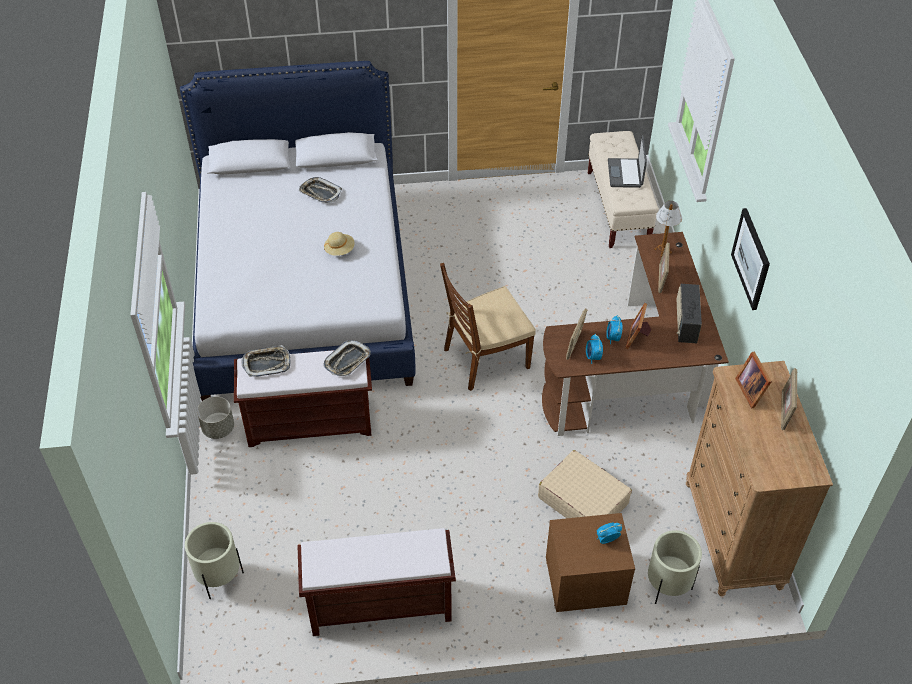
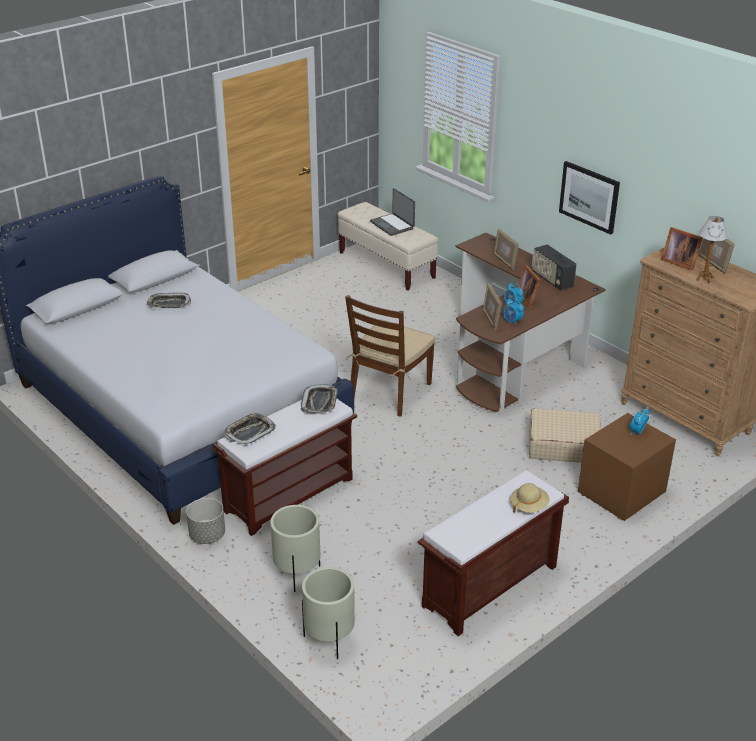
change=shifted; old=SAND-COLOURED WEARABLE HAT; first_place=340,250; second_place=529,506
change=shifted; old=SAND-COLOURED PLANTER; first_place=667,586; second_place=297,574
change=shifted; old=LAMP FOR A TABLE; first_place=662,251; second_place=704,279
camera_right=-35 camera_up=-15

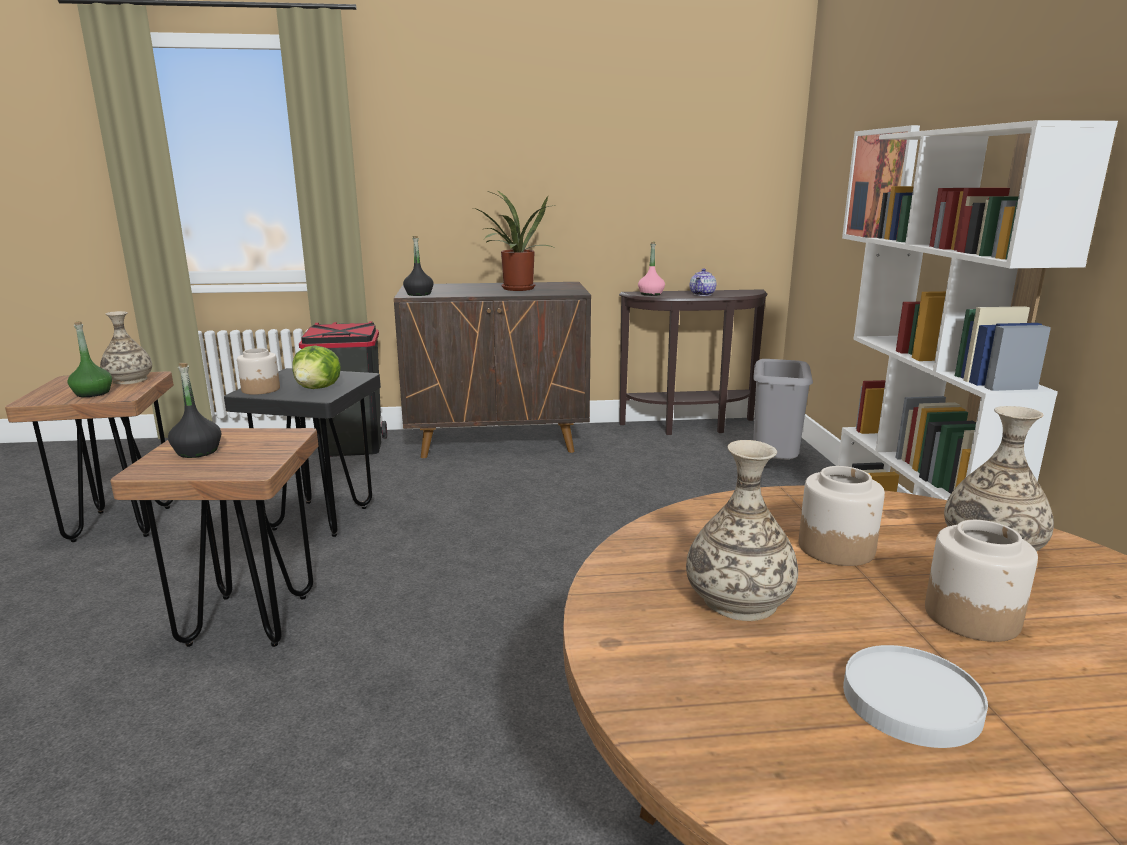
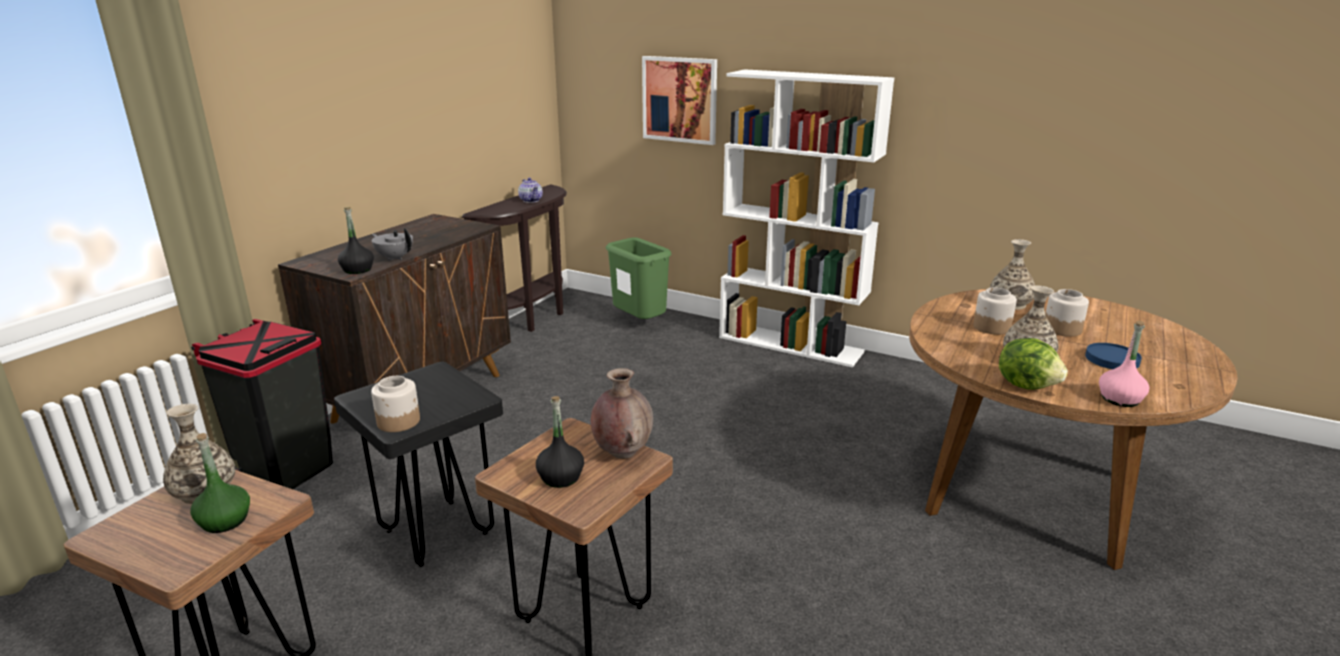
change=shifted; old=LETTUCE; first_place=318,388; second_place=1027,385
change=gone; old=POTTED PLANT; first_place=515,289
change=shifted; old=PINKISH BEVERAGE BOTTLE; first_place=651,294; second_place=1120,399
change=repainted; old=GREYISH TRASH CAN; new=GREEN TRASH CAN; first_place=774,467; second_place=640,324
change=repainted; old=WHITE-COLOURED DINNER PLATE; new=BLUISH DINNER PLATE; first_place=910,700; second_place=1111,359
change=new; new=GREYISH POT FOR TEA; second_place=395,258
change=new; new=BROWNISH FLOWER VASE; second_place=622,452
camera_right=-55 camera_up=5

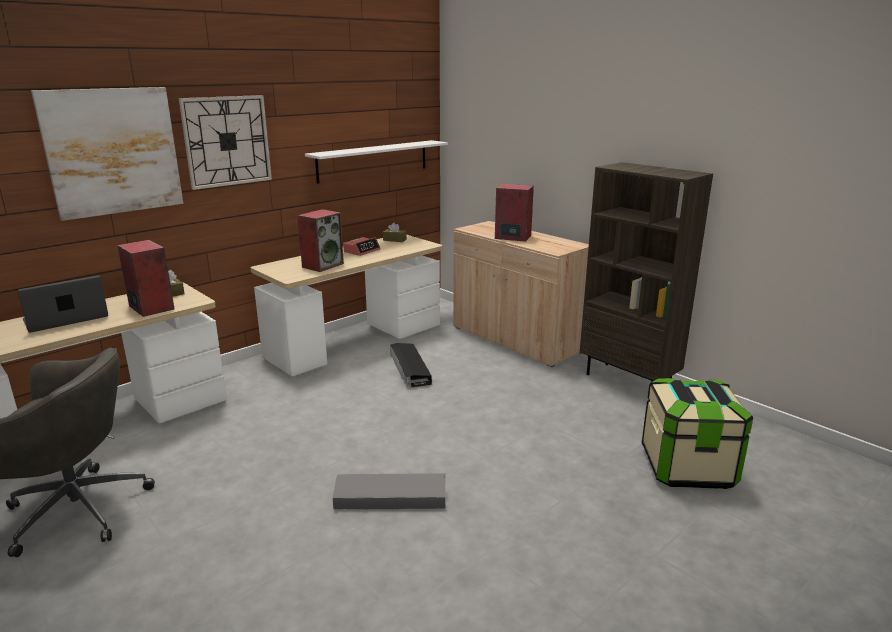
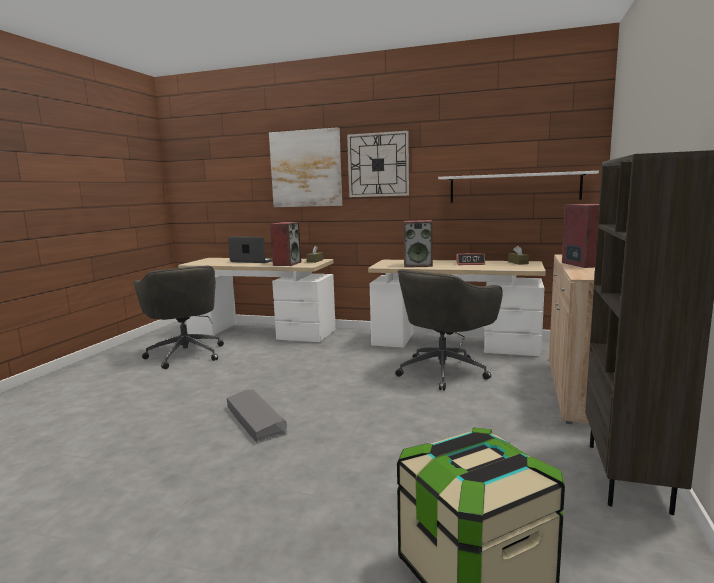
change=swapped; old=BLACK STORAGE CONTAINER; new=GREYISH OFFICE CHAIR; first_place=410,369; second_place=444,371
camera_right=60 camera_up=-10

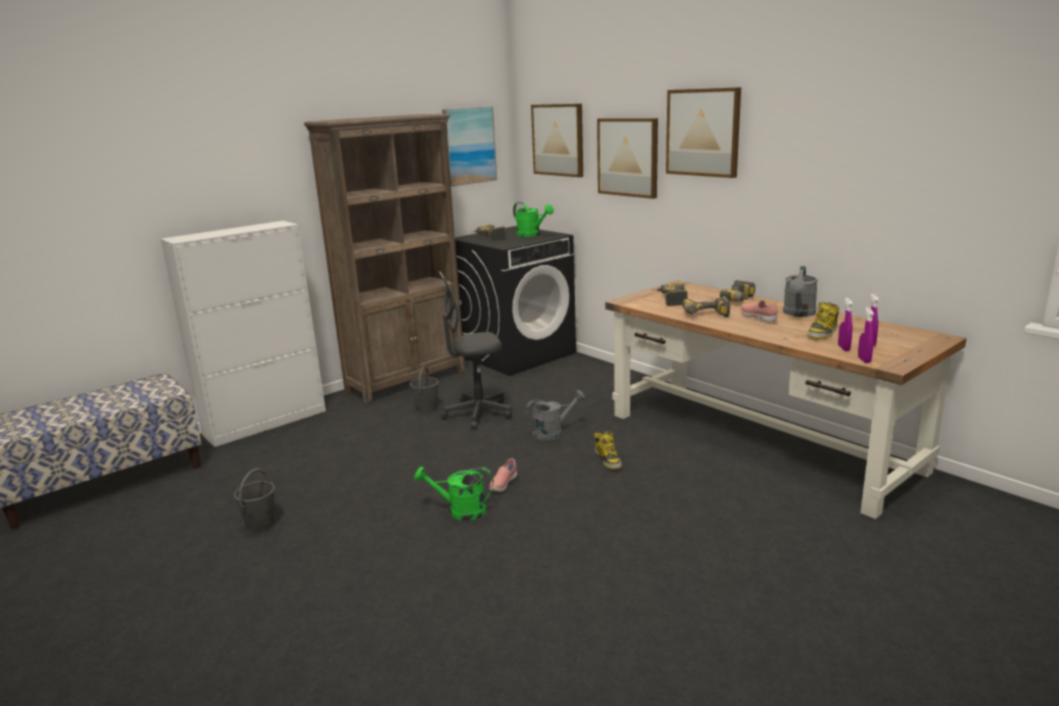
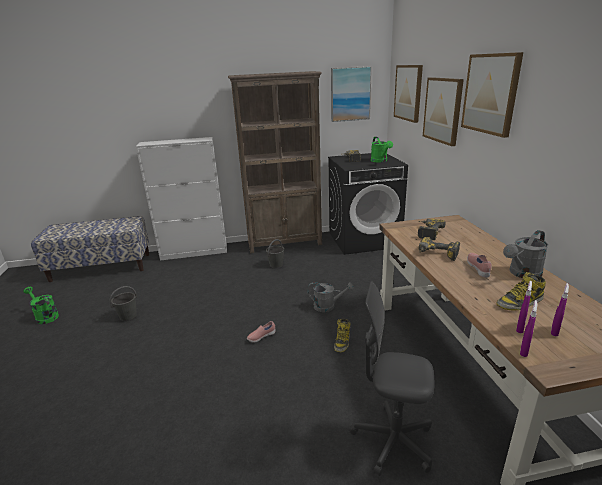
change=shifted; old=GREEN WATERING POT; first_place=460,511; second_place=45,316
change=shifted; old=GREYISH OFFICE CHAIR; first_place=478,414; second_place=392,441
change=gone; old=POWER DRILL; first_place=742,300
camera_right=30 camera_up=5

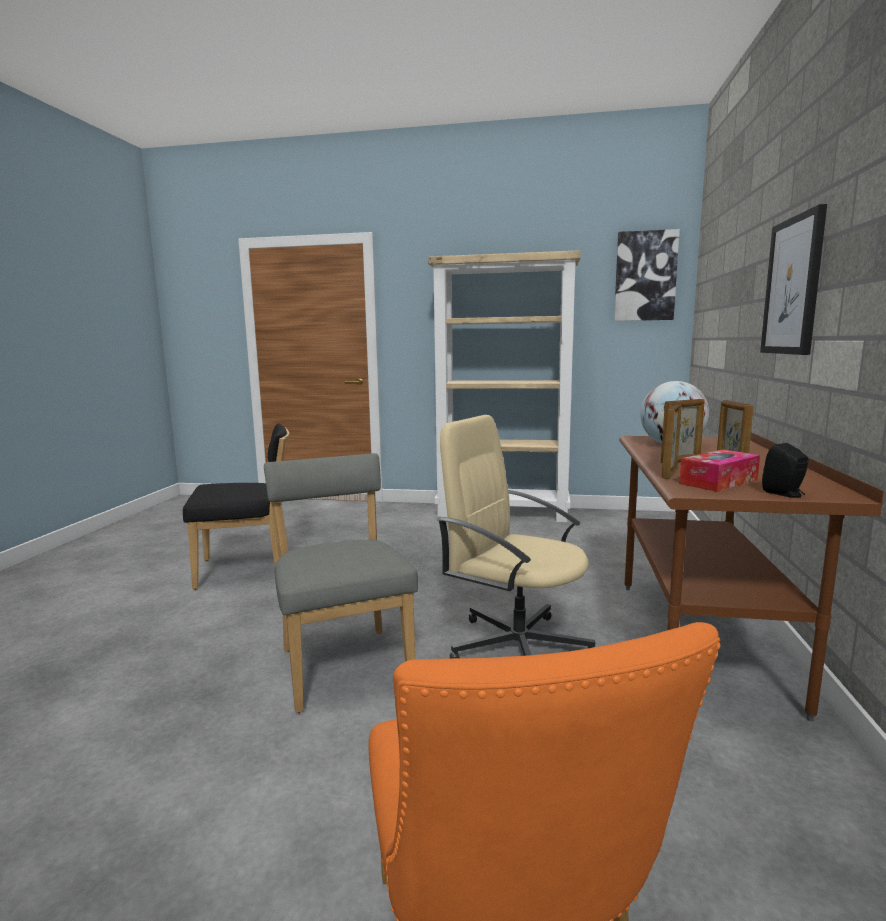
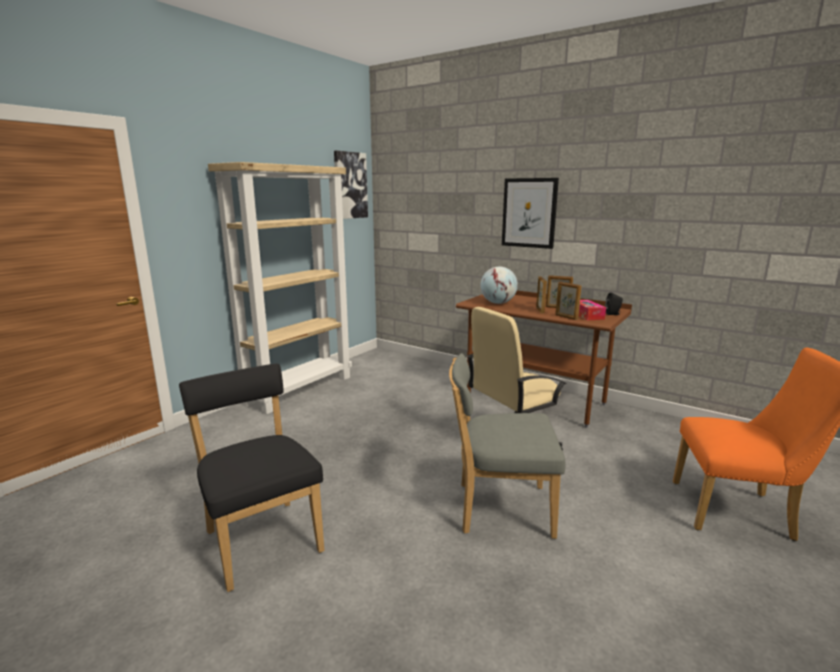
change=rotated; old=BLACK PLAIN CHAIR; first_place=247,569; second_place=261,538; degrees=-45
camera_right=-65 camera_up=5

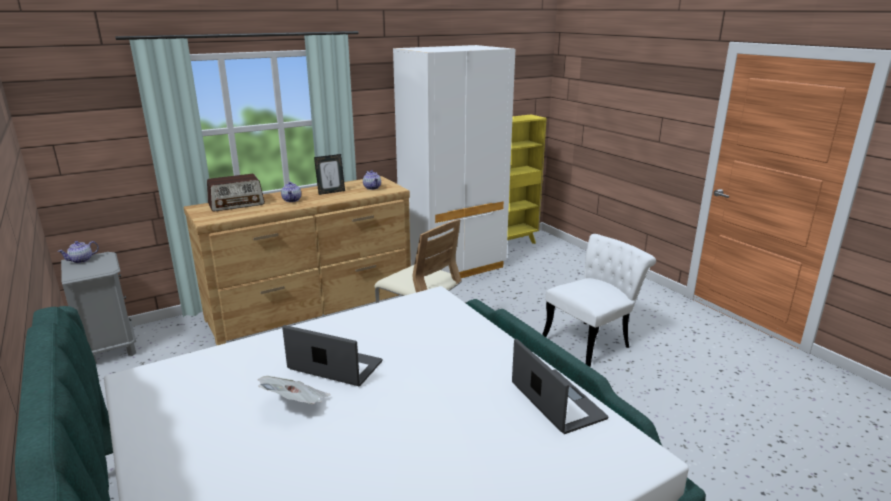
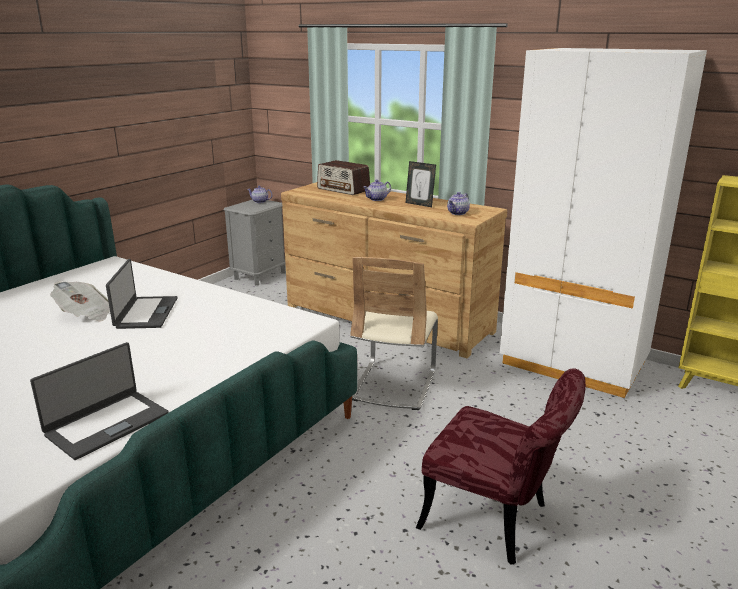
change=repainted; old=WHITE-COLOURED PLAIN CHAIR; new=RED-COLOURED PLAIN CHAIR; first_place=592,340; second_place=496,520
camera_right=65 camera_up=0

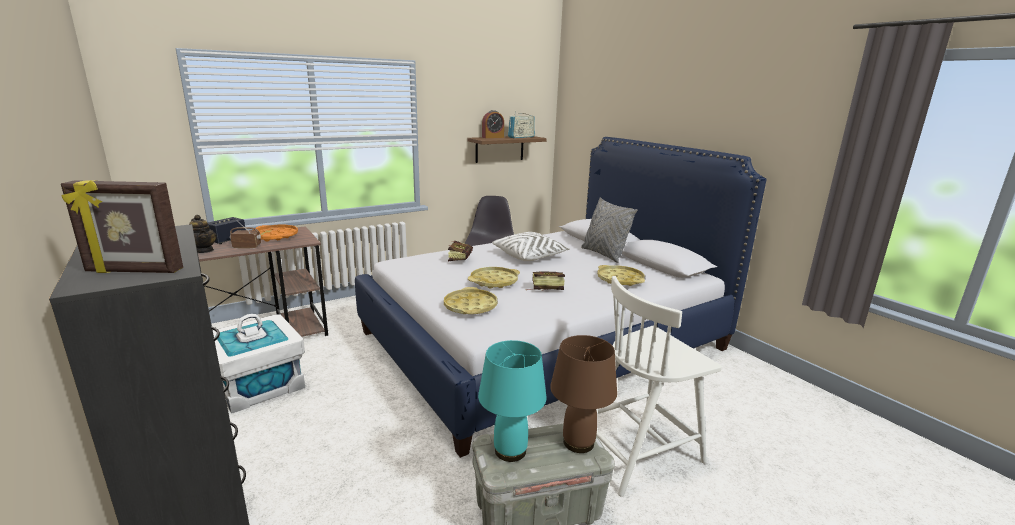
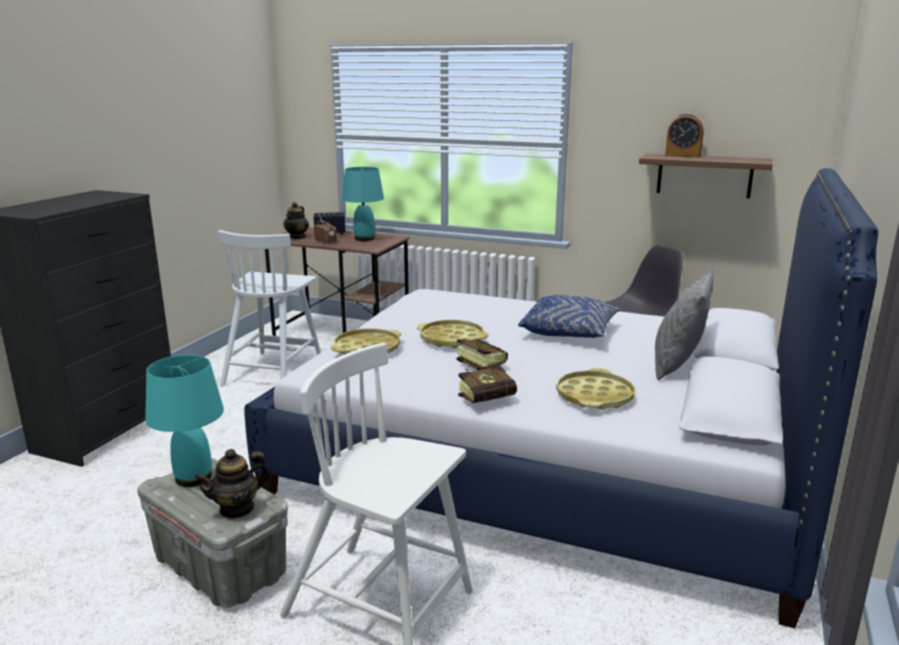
change=gone; old=STANDING FRAME; first_place=134,271
change=swapped; old=WHITE-COLOURED STORAGE CONTAINER; new=WHITE-COLOURED PLAIN CHAIR; first_place=259,385; second_place=274,371
change=swapped; old=ORANGEY TRAY; new=TURQUOISE-COLOURED LAMP FOR A TABLE; first_place=275,236; second_place=364,239
change=shifted; old=VOLUME; first_place=461,259; second_place=492,400
change=repainted; old=WHITE-COLOURED CUSHION; new=BLUISH CUSHION; first_place=530,256; second_place=569,332
change=gone; old=RADIO RECEIVER; first_place=521,137
change=swapped; old=BROWNISH LAMP FOR A TABLE; new=POT FOR TEA; first_place=579,442; second_place=237,508
camera_right=55 camera_up=0

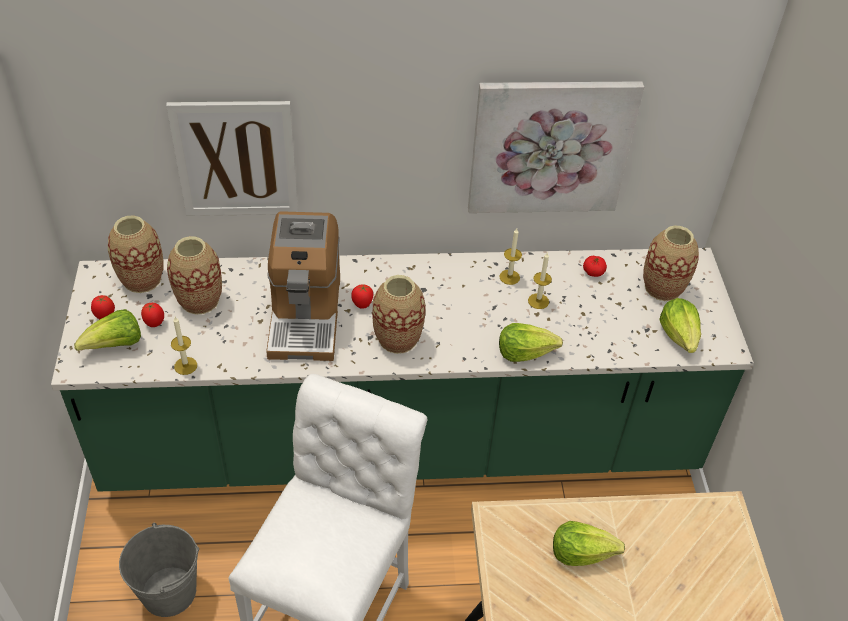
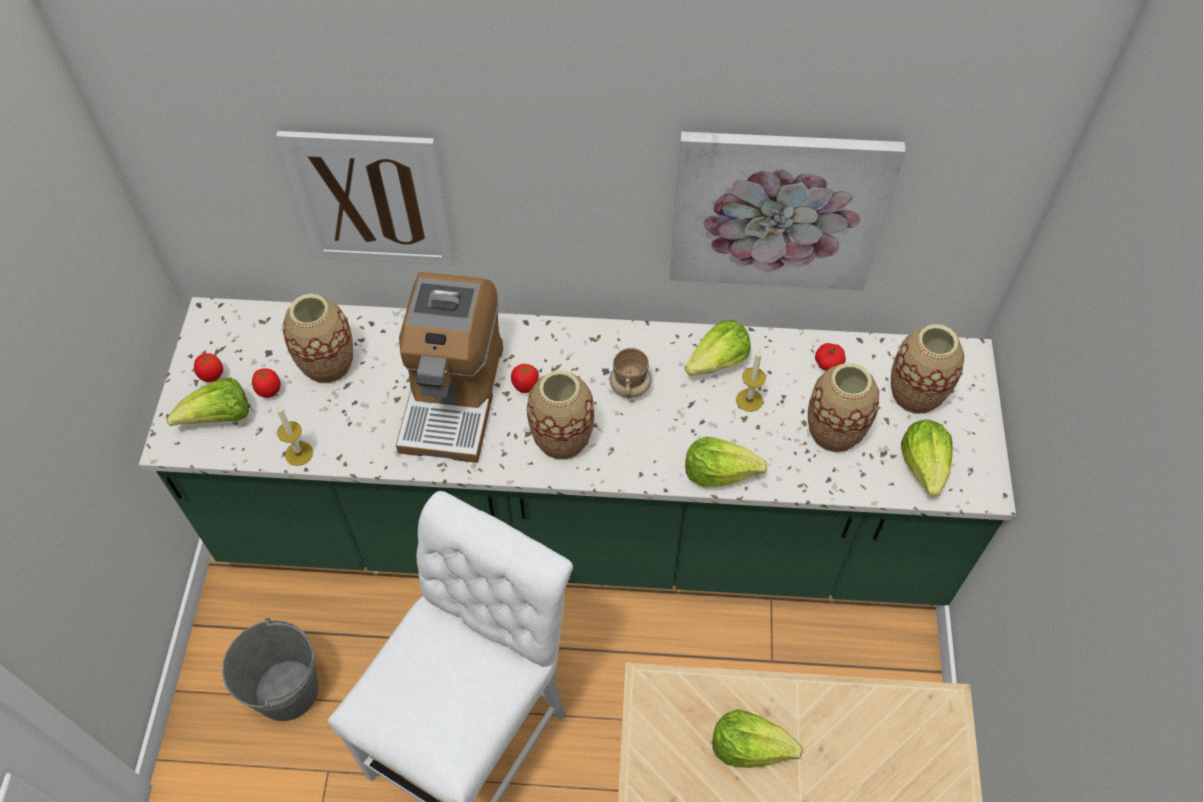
change=shifted; old=FLOWER VASE; first_place=142,279; second_place=834,431
change=swapped; old=WAX LIGHT; new=LETTUCE; first_place=509,277; second_place=718,362
change=new; new=SAND-COLOURED TEA MUG; second_place=630,387
camera_right=10 camera_up=10

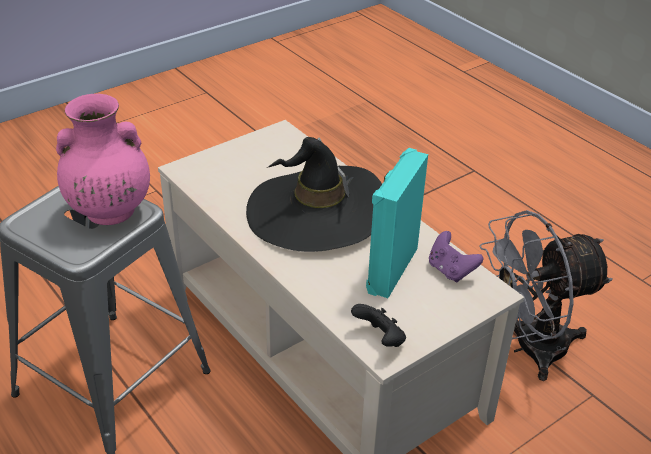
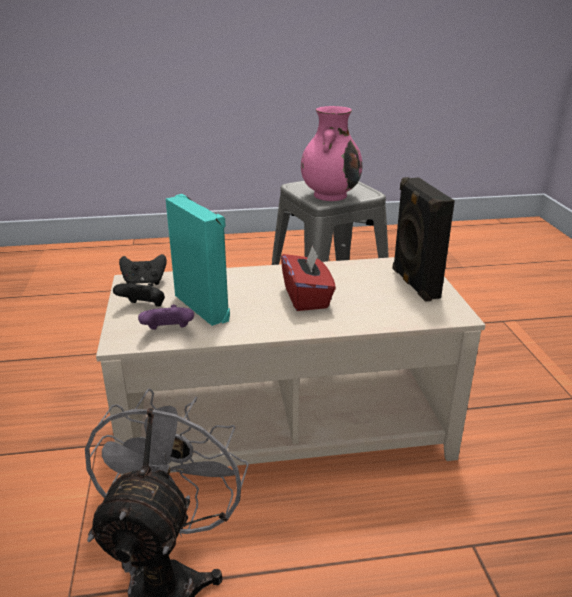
change=swapped; old=BLACK WEARABLE HAT; new=RED-COLOURED TISSUE HOLDER; first_place=316,212; second_place=307,297
change=new; new=BLACK GAME CONTROLLER; second_place=143,308
change=new; new=BLACK AUDIO SPEAKER; second_place=413,284
camera_right=120 camera_up=-10

